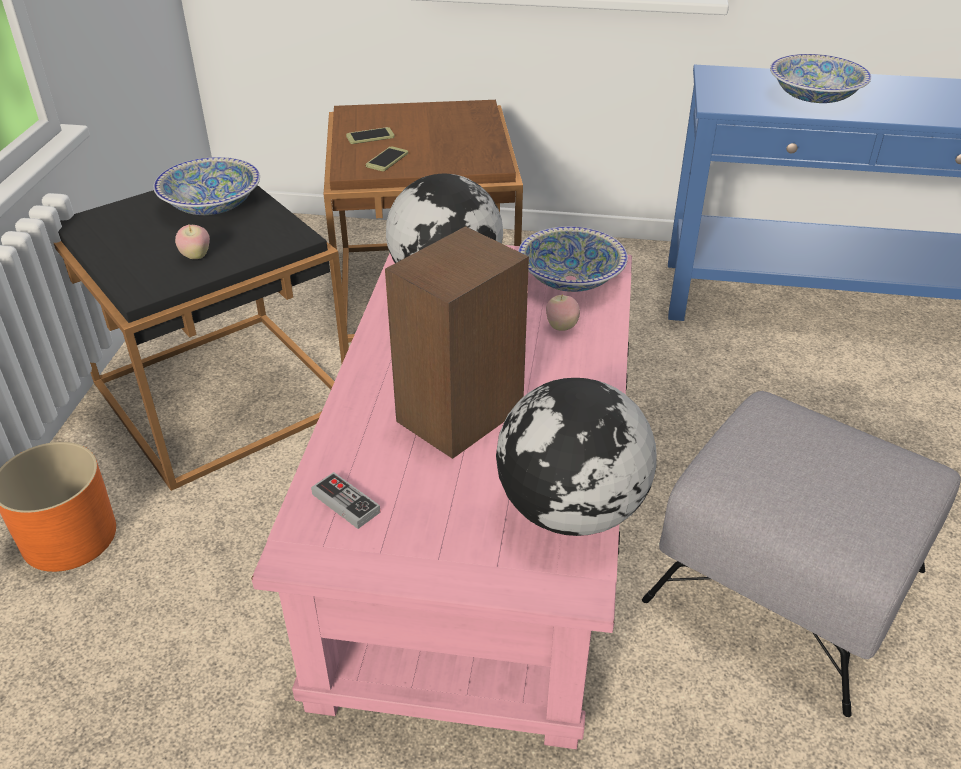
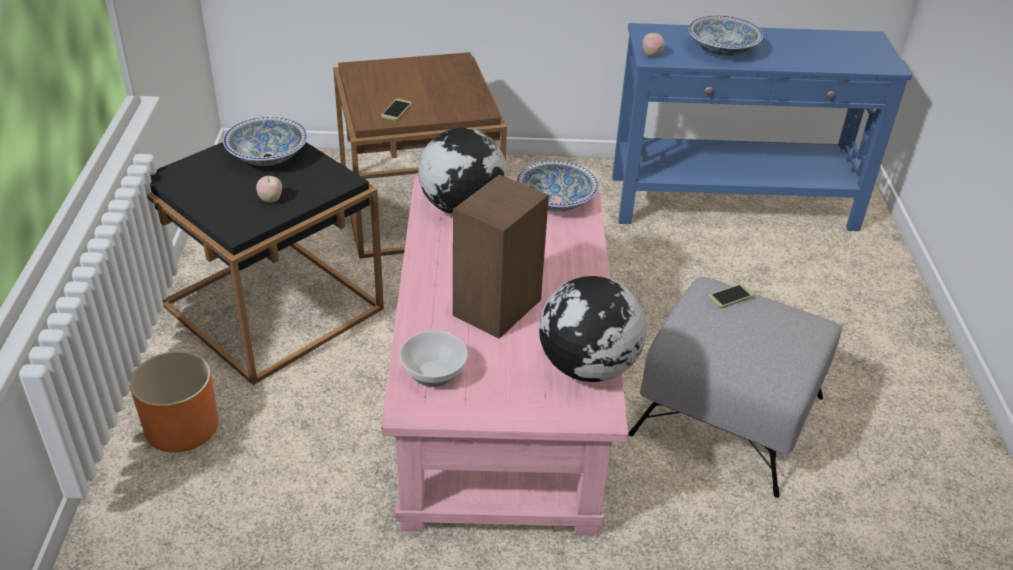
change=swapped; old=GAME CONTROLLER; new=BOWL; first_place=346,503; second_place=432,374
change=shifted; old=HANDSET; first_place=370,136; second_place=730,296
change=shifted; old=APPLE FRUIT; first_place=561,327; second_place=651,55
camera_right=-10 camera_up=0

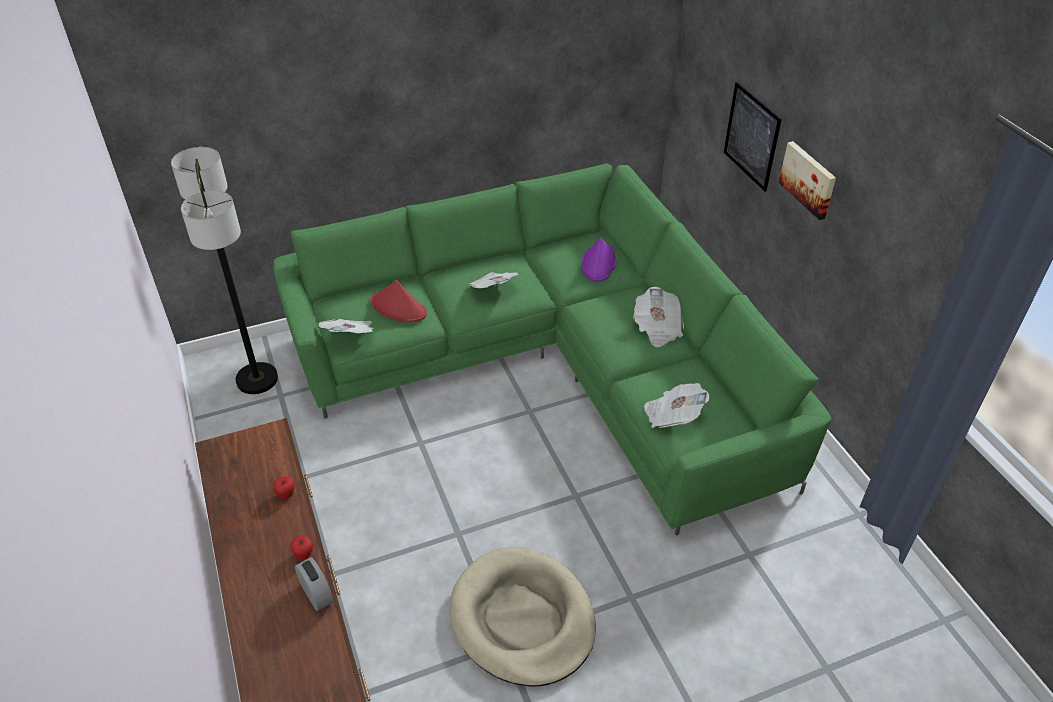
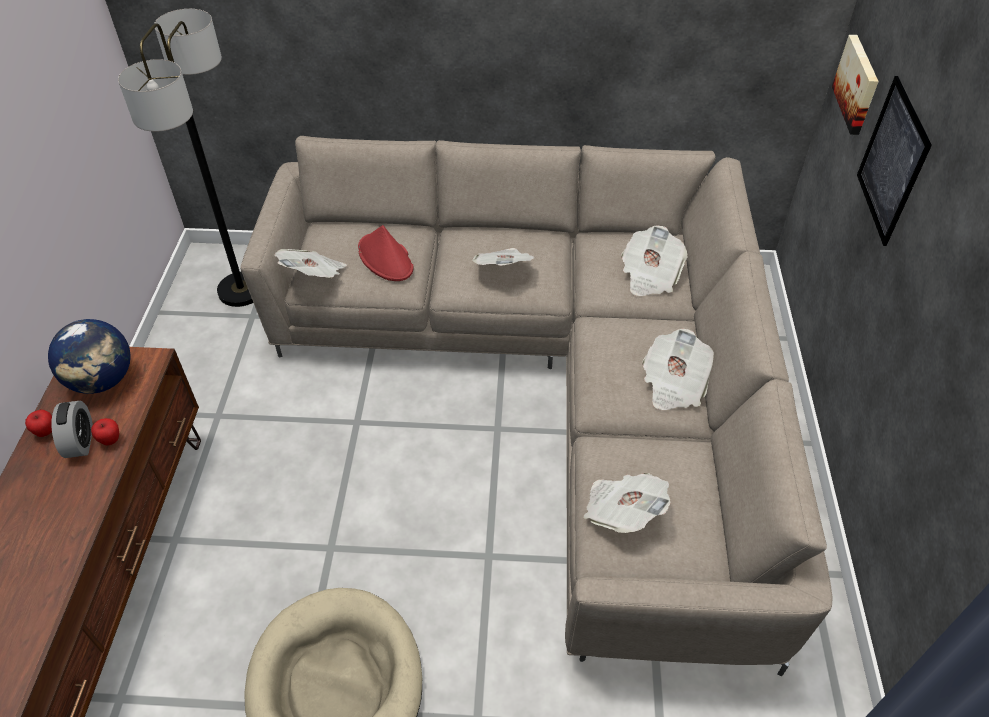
change=repainted; old=GREEN COUCH; new=SAND-COLOURED COUCH; first_place=552,364; second_place=557,381
change=shifted; old=APPLE FRUIT; first_place=304,555; second_place=46,432
change=shifted; old=ALARM CLOCK; first_place=317,594; second_place=81,442
change=swapped; old=PURPLE WEARABLE HAT; new=PRINTED PAPER; first_place=598,263; second_place=649,276
change=shifted; old=WALL PICTURE; first_place=809,179; second_place=858,84
change=new; new=GLOBE; second_place=103,380
camera_right=25 camera_up=5

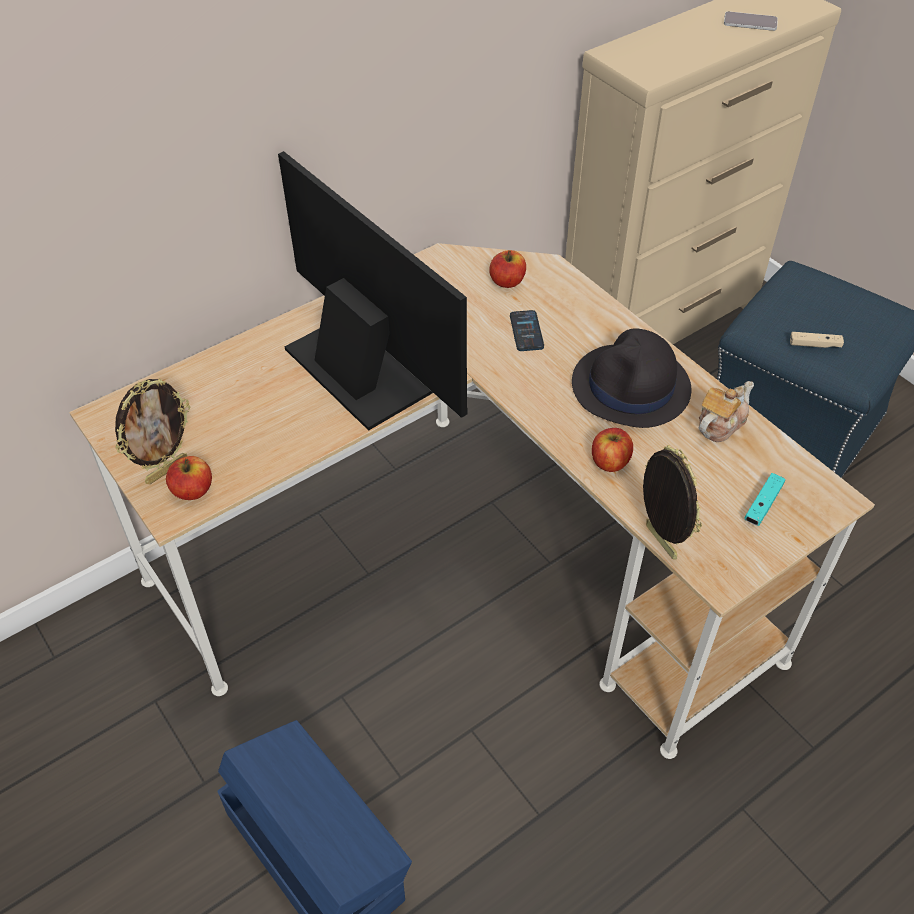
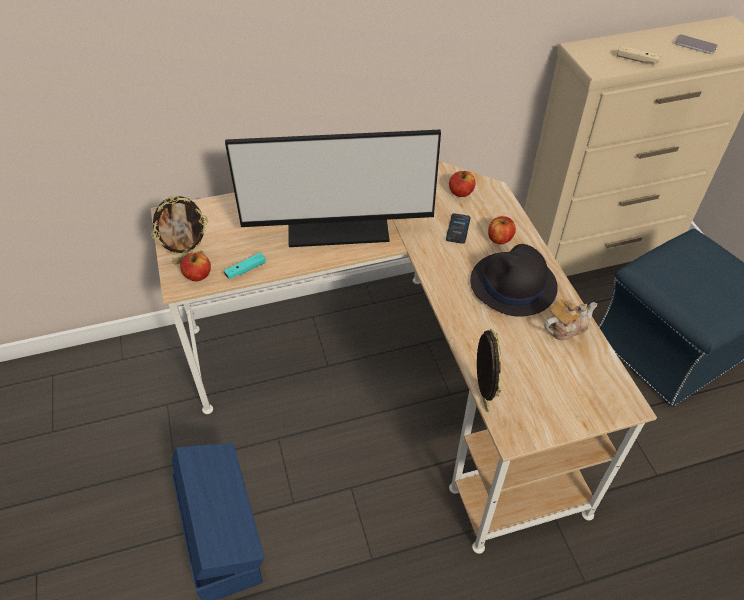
change=rotated; old=COMPUTER DISPLAY; first_place=362,368; second_place=338,226; degrees=105
change=shifted; old=APPLE FRUIT; first_place=610,462; second_place=499,239
change=shifted; old=TURQUOISE-COLOURED GAME CONTROLLER; first_place=763,504; second_place=245,270
change=shifted; old=SAND-COLOURED GAME CONTROLLER; first_place=815,344; second_place=636,60
camera_right=20 camera_up=0

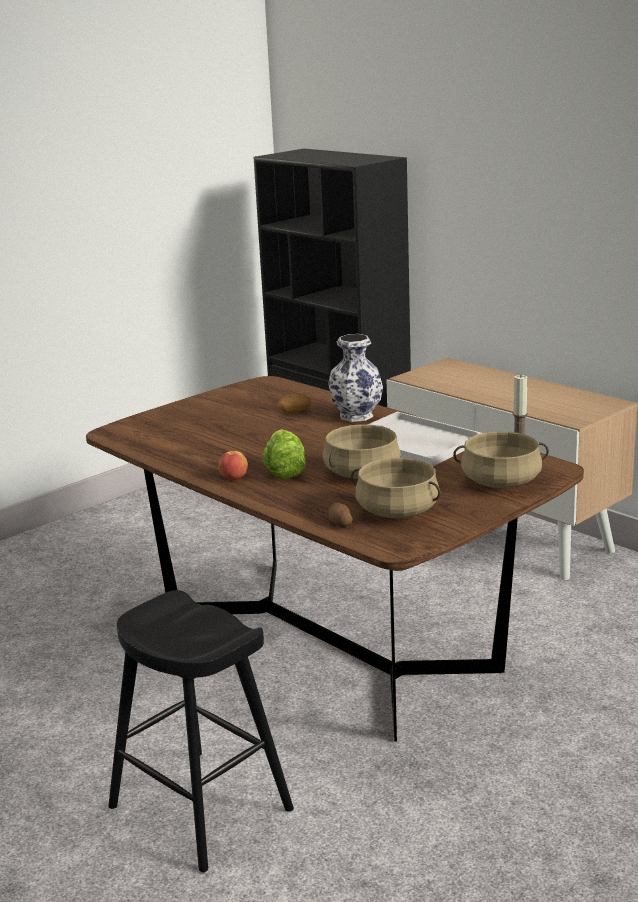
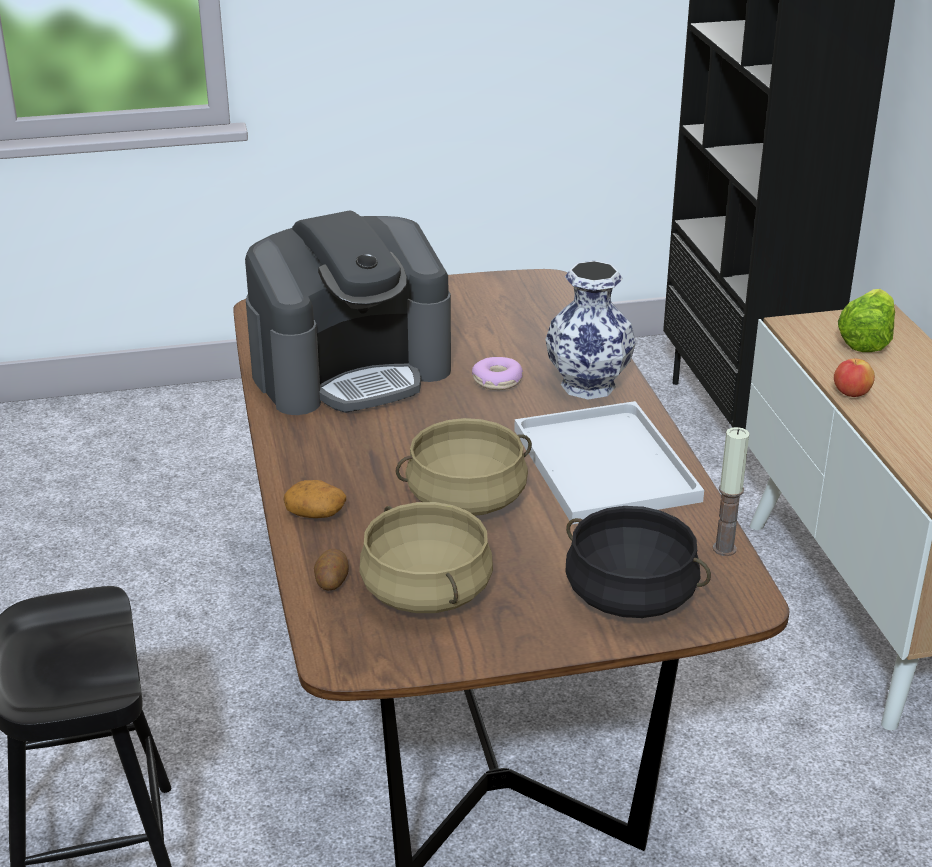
change=shifted; old=APPLE FRUIT; first_place=233,478; second_place=851,394
change=shifted; old=LETTUCE; first_place=283,471; second_place=866,340
change=shifted; old=POTATO; first_place=294,412; second_place=316,513
change=repainted; old=SAND-COLOURED COOKING POT; new=BLACK COOKING POT; first_place=501,482; second_place=631,595
change=new; new=COFFEE BREWER; second_place=351,371
change=new; new=RING DOUGHNUT; second_place=497,381
camera_right=30 camera_up=10

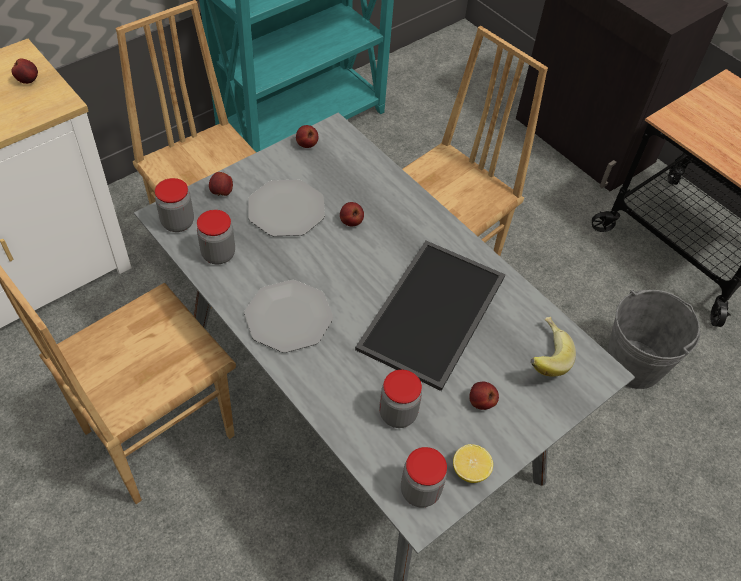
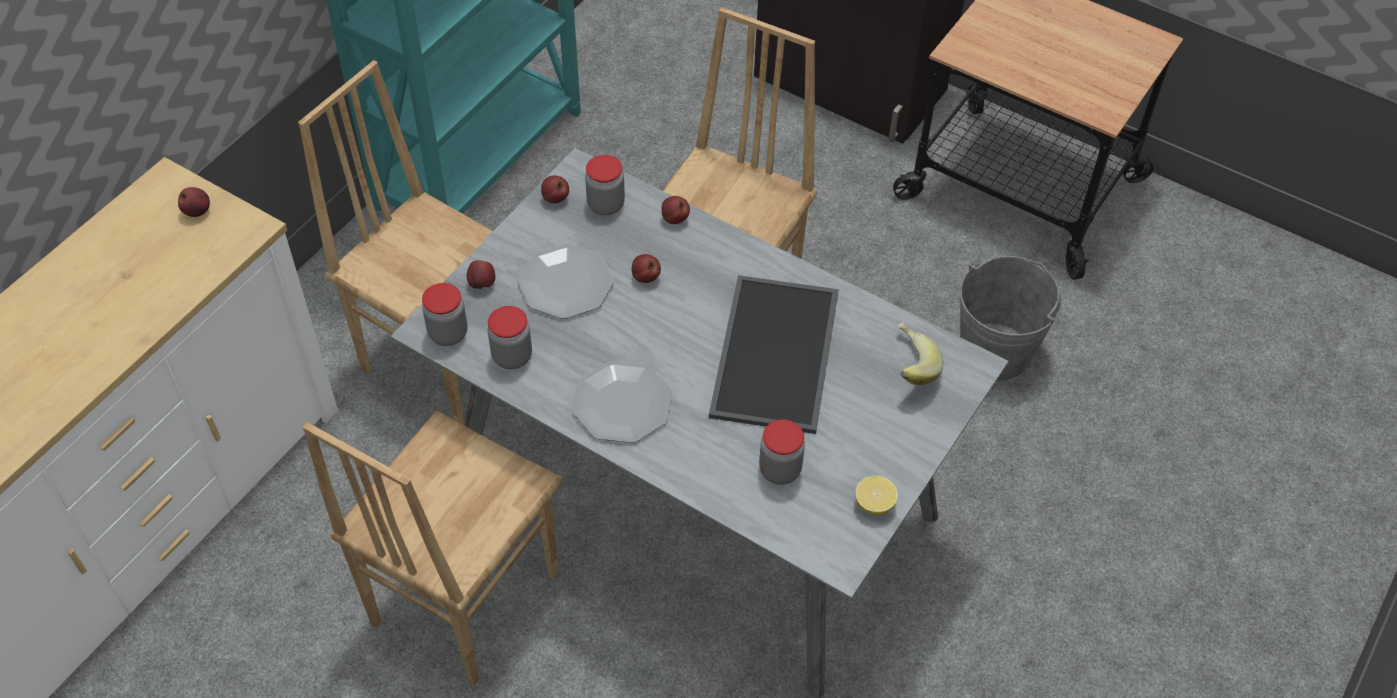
change=shifted; old=JAR; first_place=420,491; second_place=606,205
change=shifted; old=APPLE FRUIT; first_place=481,402; second_place=674,219
camera_right=-15 camera_up=0

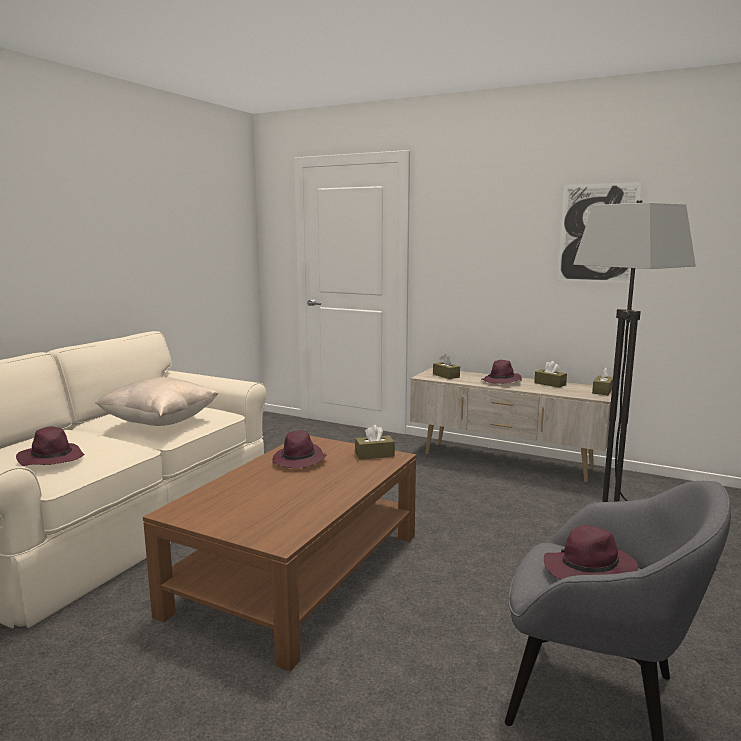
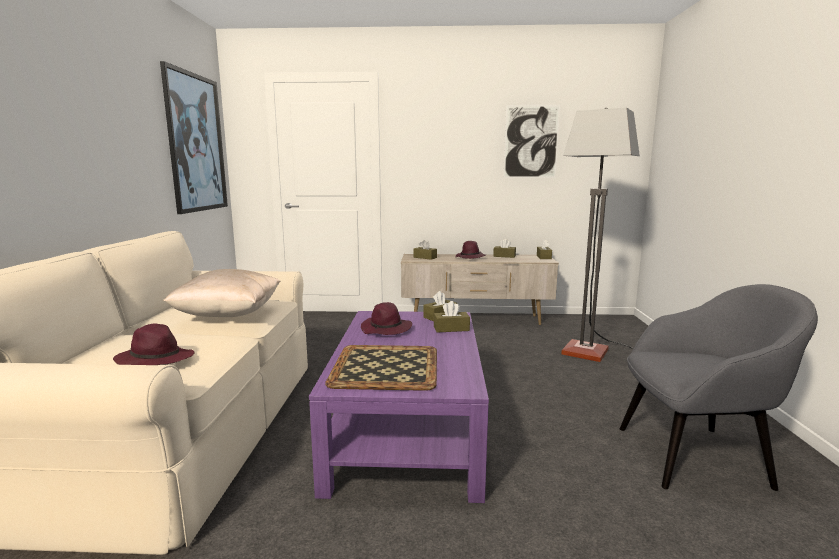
change=repainted; old=BROWNISH LOUNGE TABLE; new=PURPLE LOUNGE TABLE; first_place=299,571; second_place=407,426
change=gone; old=PURPLE WEARABLE HAT; first_place=588,571
change=new; new=WALL PICTURE; second_place=196,143
change=new; new=TRAY; second_place=386,368
change=new; new=BROWNISH TISSUE HOLDER; second_place=451,329
camera_right=-25 camera_up=0

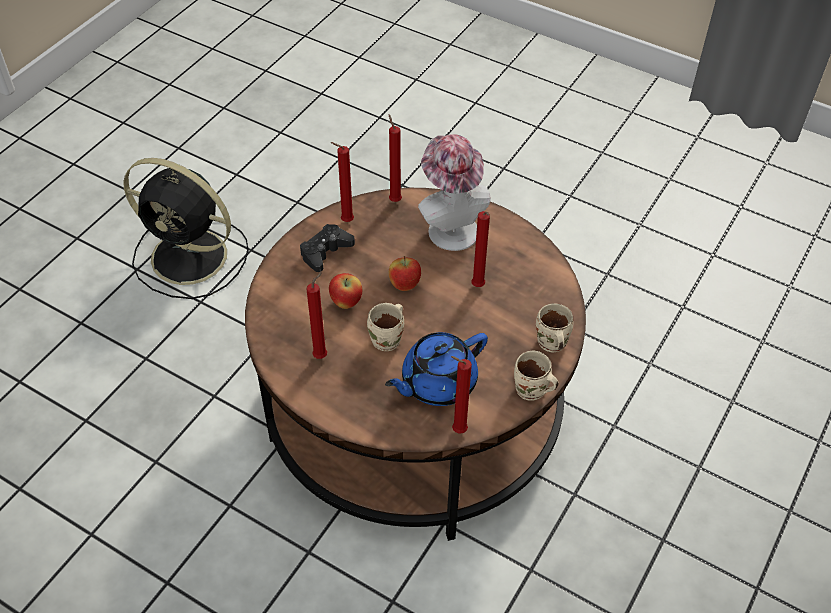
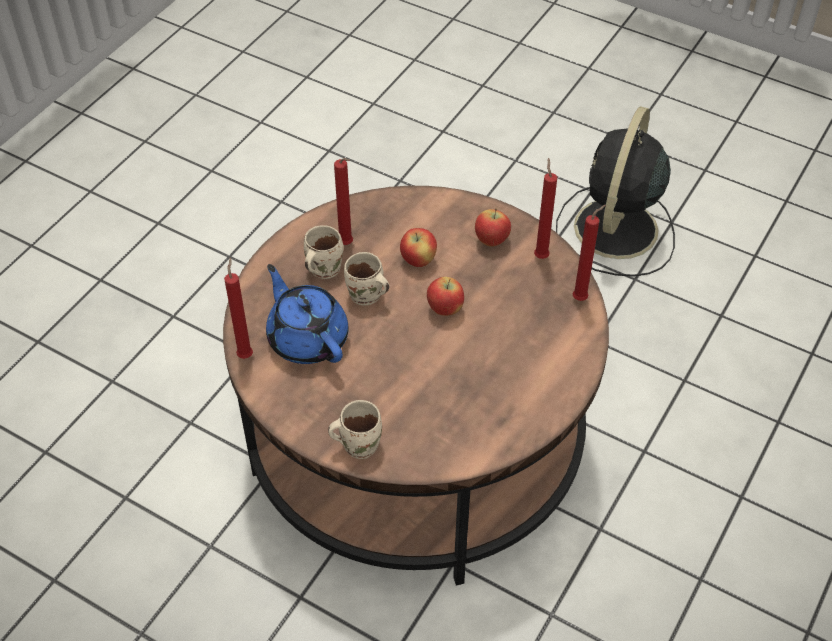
change=swapped; old=BLACK GAME CONTROLLER; new=APPLE FRUIT; first_place=325,252; second_place=491,241
change=gone; old=WEARABLE HAT; first_place=450,227
change=gone; old=RED-COLOURED WAX LIGHT; first_place=478,287
change=shifted; old=SAND-COLOURED TEA MUG; first_place=531,392; second_place=322,269
camera_right=90 camera_up=0

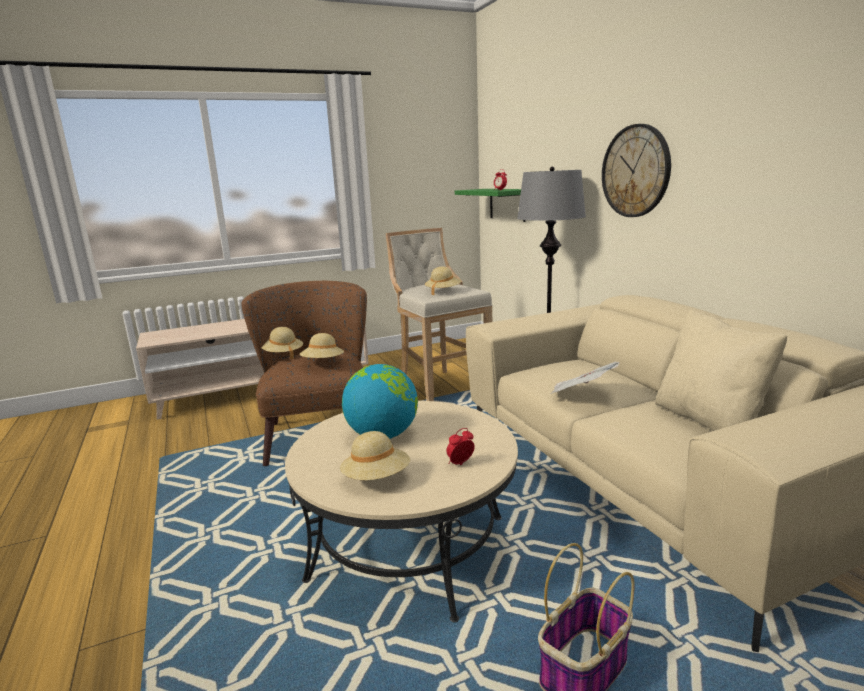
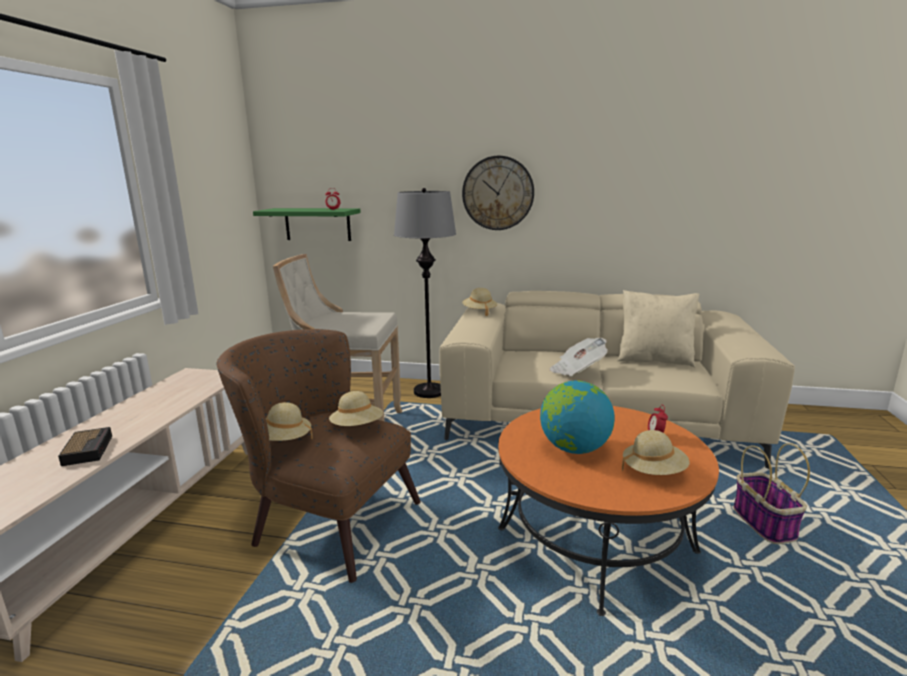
change=repainted; old=SAND-COLOURED LOUNGE TABLE; new=ORANGEY LOUNGE TABLE; first_place=409,547; second_place=596,540
change=shifted; old=SAND-COLOURED WEARABLE HAT; first_place=443,291; second_place=479,311
change=new; new=ALARM CLOCK; second_place=88,449
camera_right=-55 camera_up=0

